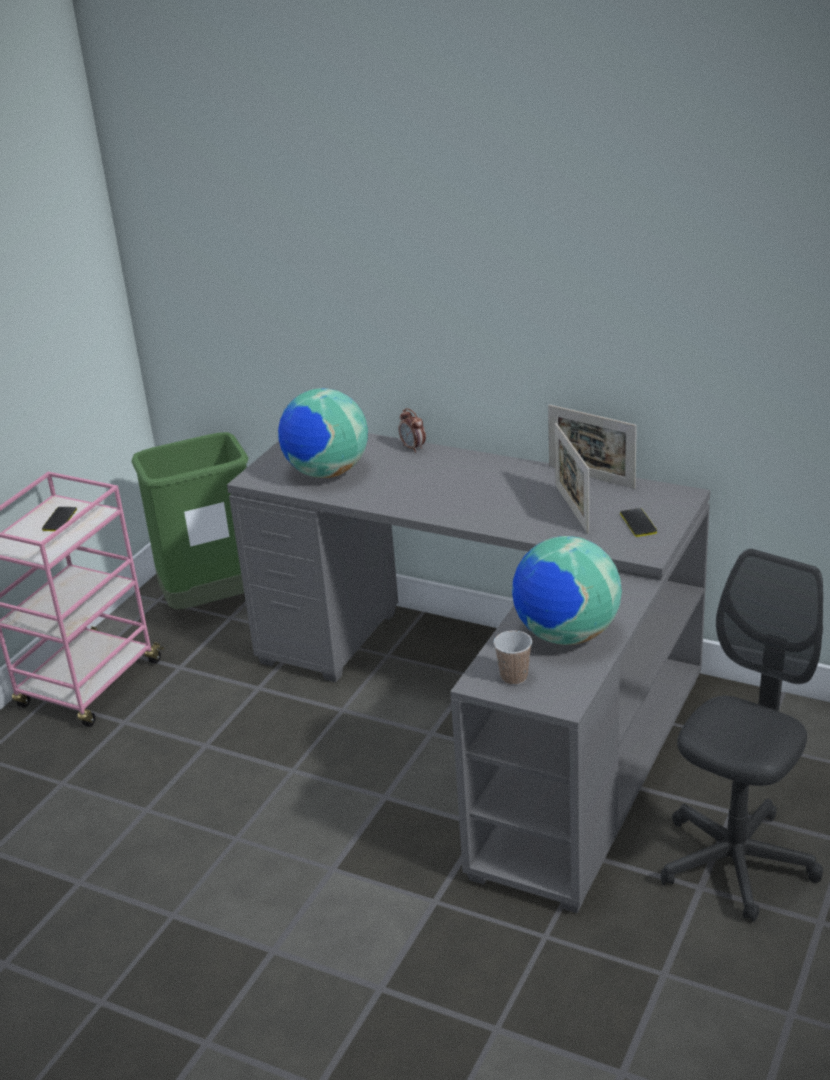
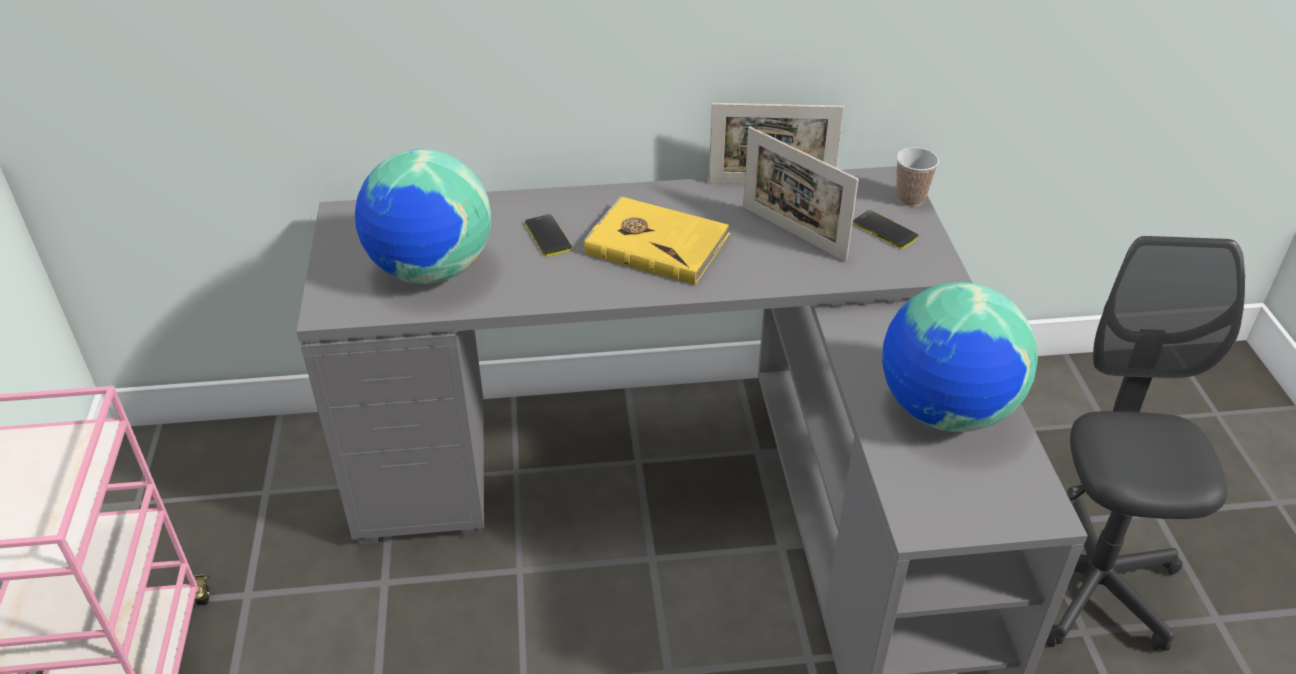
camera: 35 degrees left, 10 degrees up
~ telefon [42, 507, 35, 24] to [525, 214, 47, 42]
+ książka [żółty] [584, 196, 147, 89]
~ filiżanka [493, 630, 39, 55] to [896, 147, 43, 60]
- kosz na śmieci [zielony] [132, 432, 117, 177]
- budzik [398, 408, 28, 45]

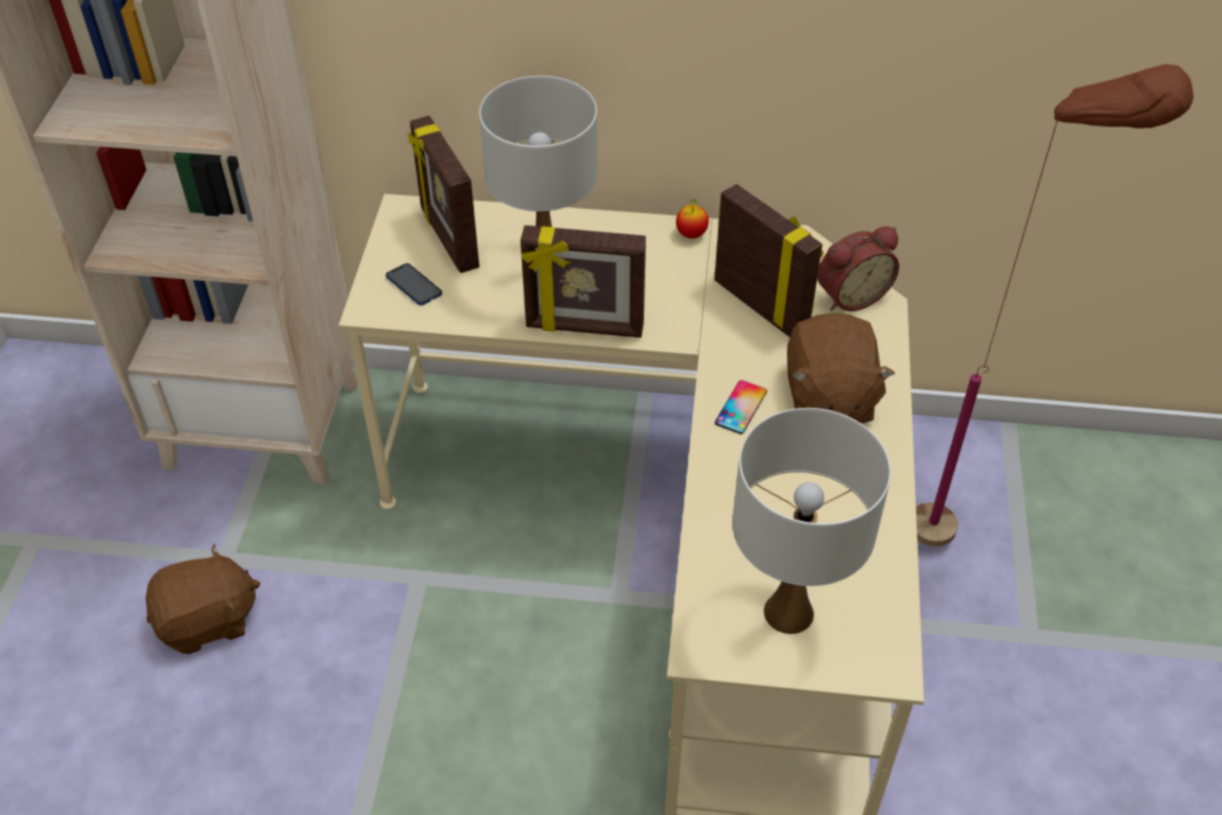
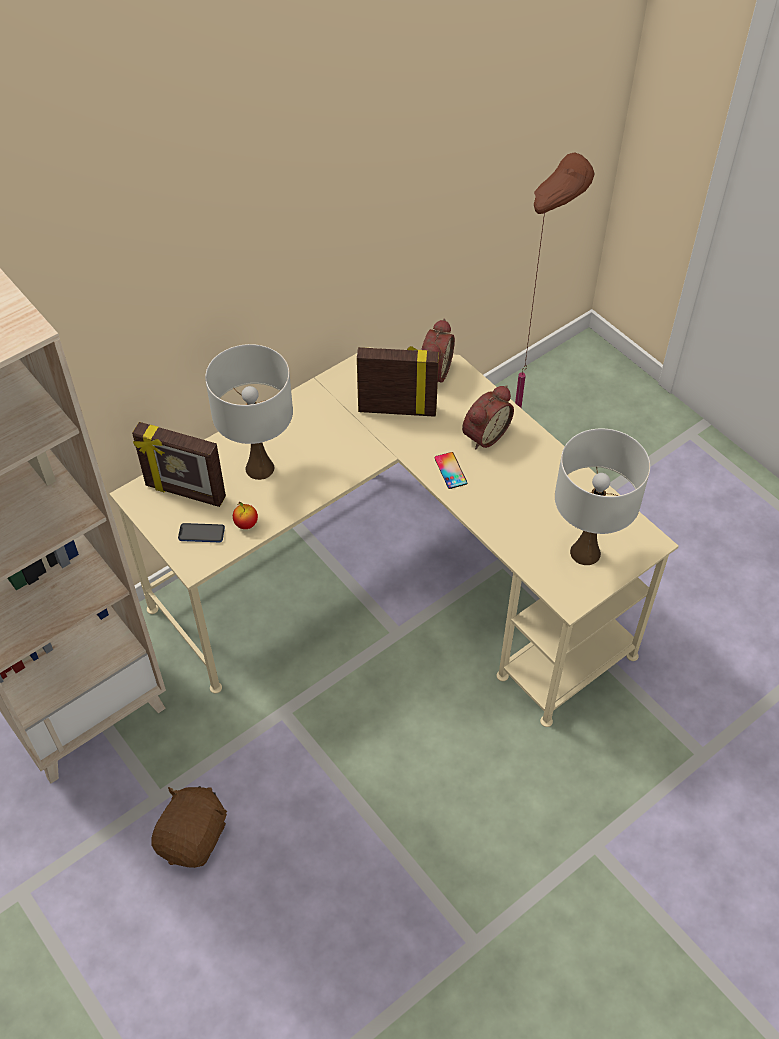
camera: 45 degrees left, 5 degrees up
~ jabłko [676, 199, 33, 39] to [233, 502, 25, 27]
~ pluszak [brązowy] [787, 313, 108, 111] to budzik [462, 385, 52, 65]
- ramka na zdjęcie [520, 225, 126, 113]

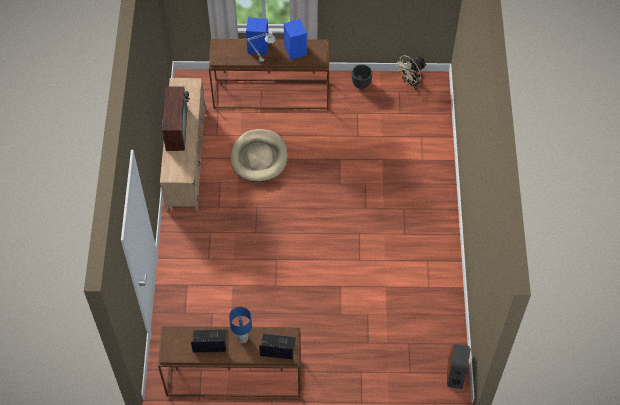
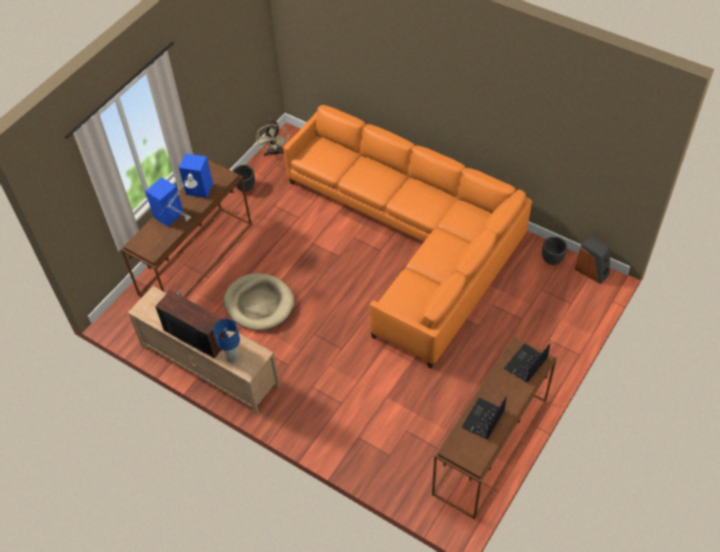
camera: 55 degrees left, 5 degrees down
~ lampa stołowa [niebieski] [229, 307, 23, 36] to [213, 319, 27, 44]
+ kanapa [pomarańczowy] [283, 105, 249, 263]
+ donica [czarny] [542, 237, 25, 28]

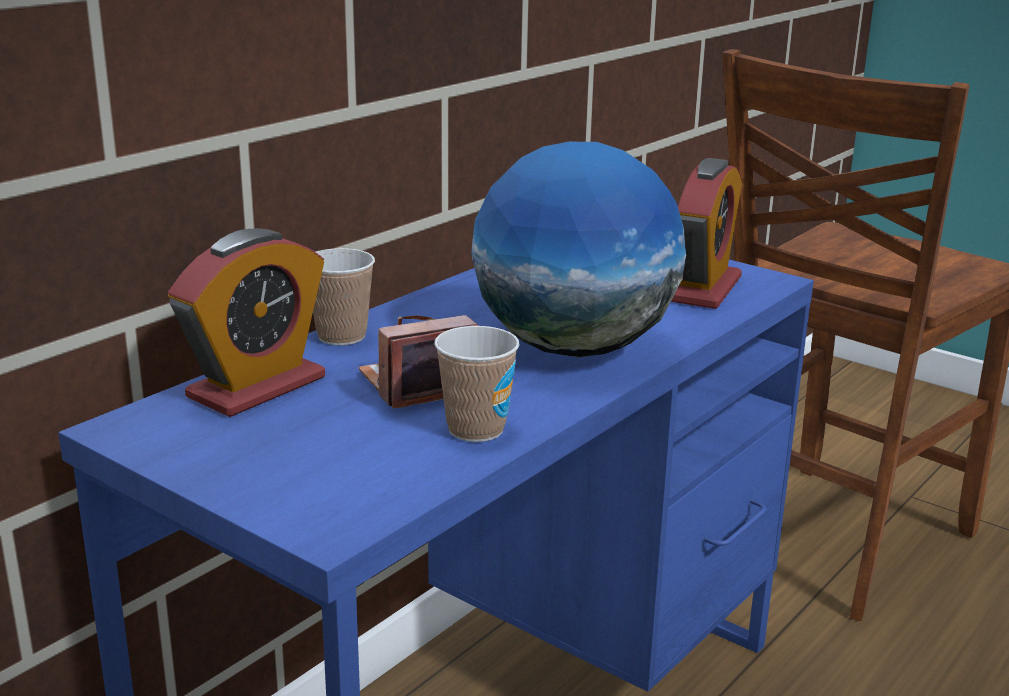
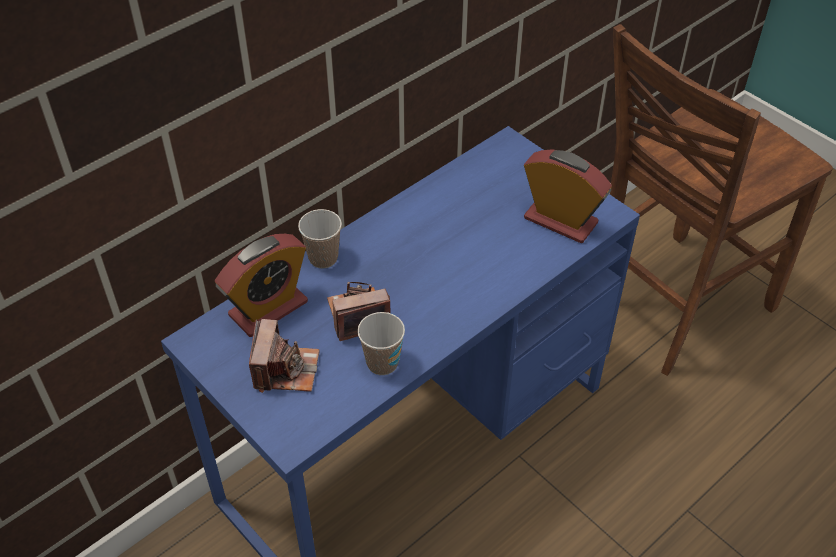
camera: 10 degrees right, 25 degrees up
+ aparat fotograficzny [249, 319, 71, 74]
~ budzik [671, 158, 71, 151] = [524, 149, 88, 94] 90 degrees counterclockwise
- globus [471, 142, 215, 216]

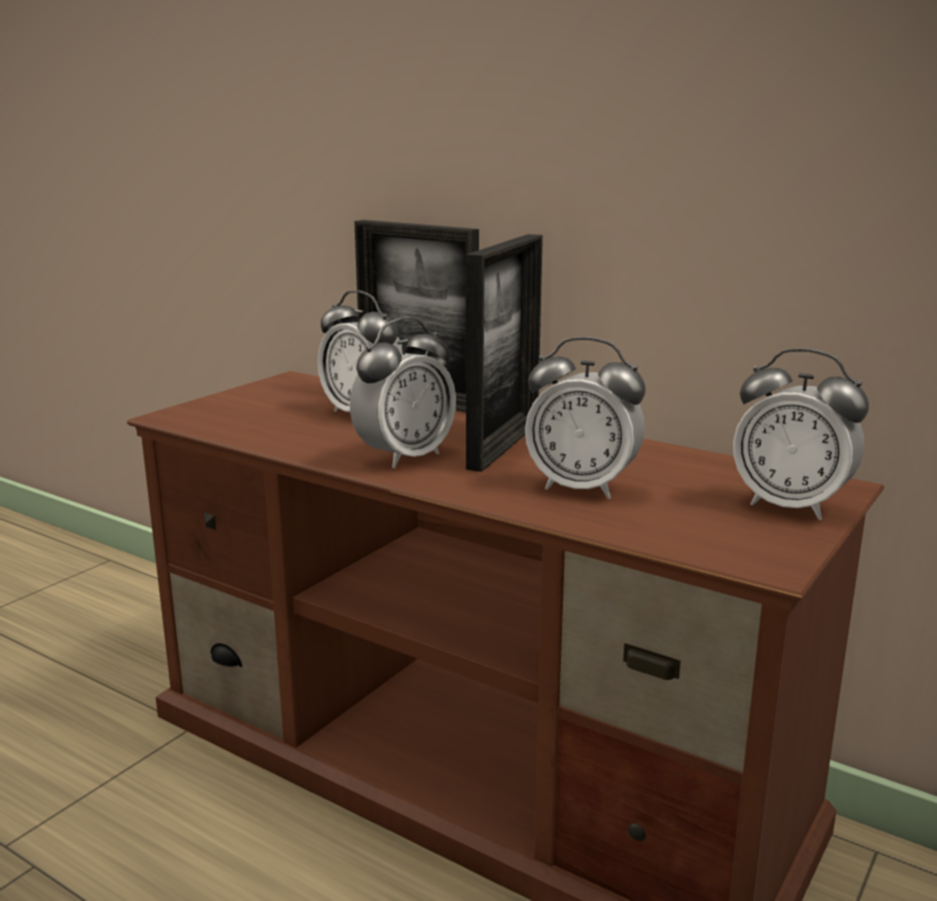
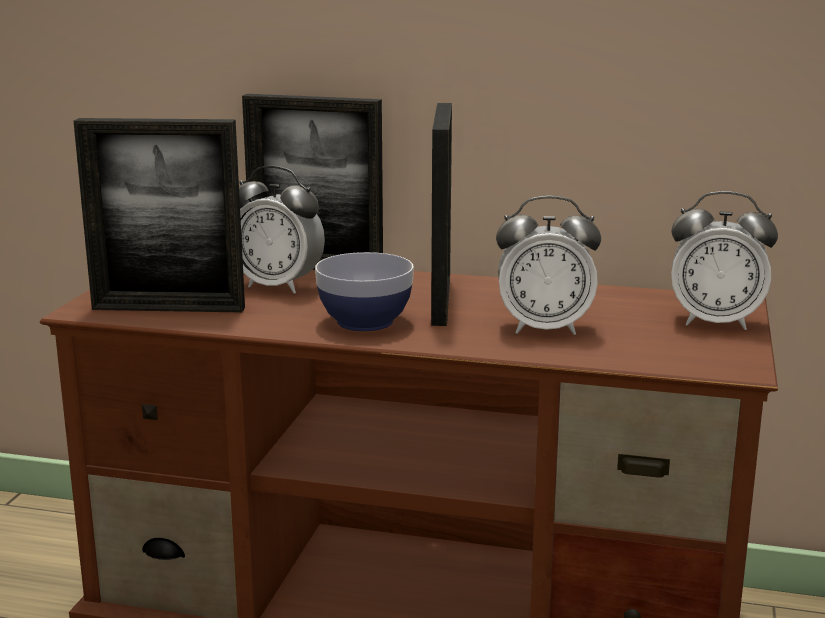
camera: 20 degrees left, 0 degrees up
+ ramka na zdjęcie [74, 118, 171, 195]
~ budzik [350, 317, 106, 152] to miska [315, 252, 99, 79]

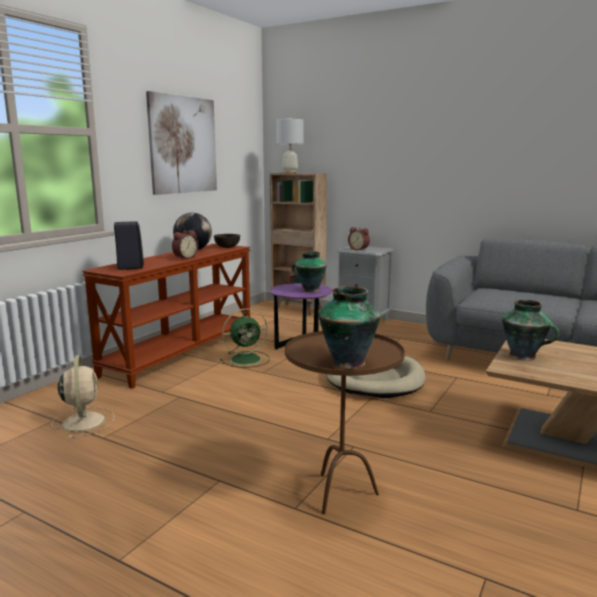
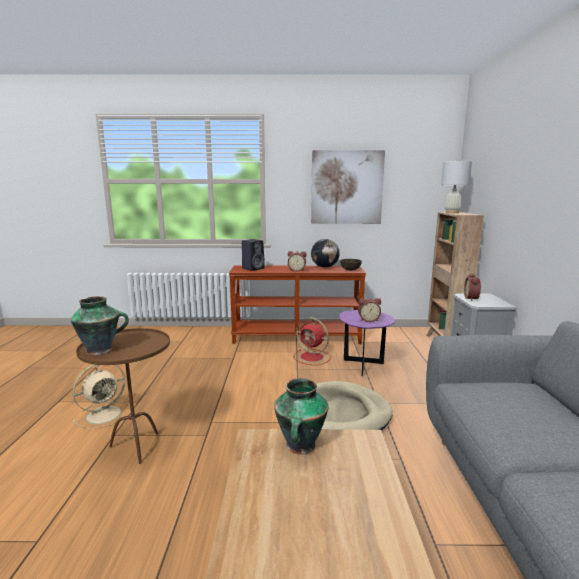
camera: 60 degrees right, 0 degrees up
~ wentylator [beżowy] [51, 355, 63, 83] to [73, 364, 57, 65]
~ wentylator [zielony] [220, 308, 50, 60] to wentylator [czerwony] [294, 317, 37, 48]
~ wazon [292, 251, 35, 41] to budzik [358, 298, 23, 24]

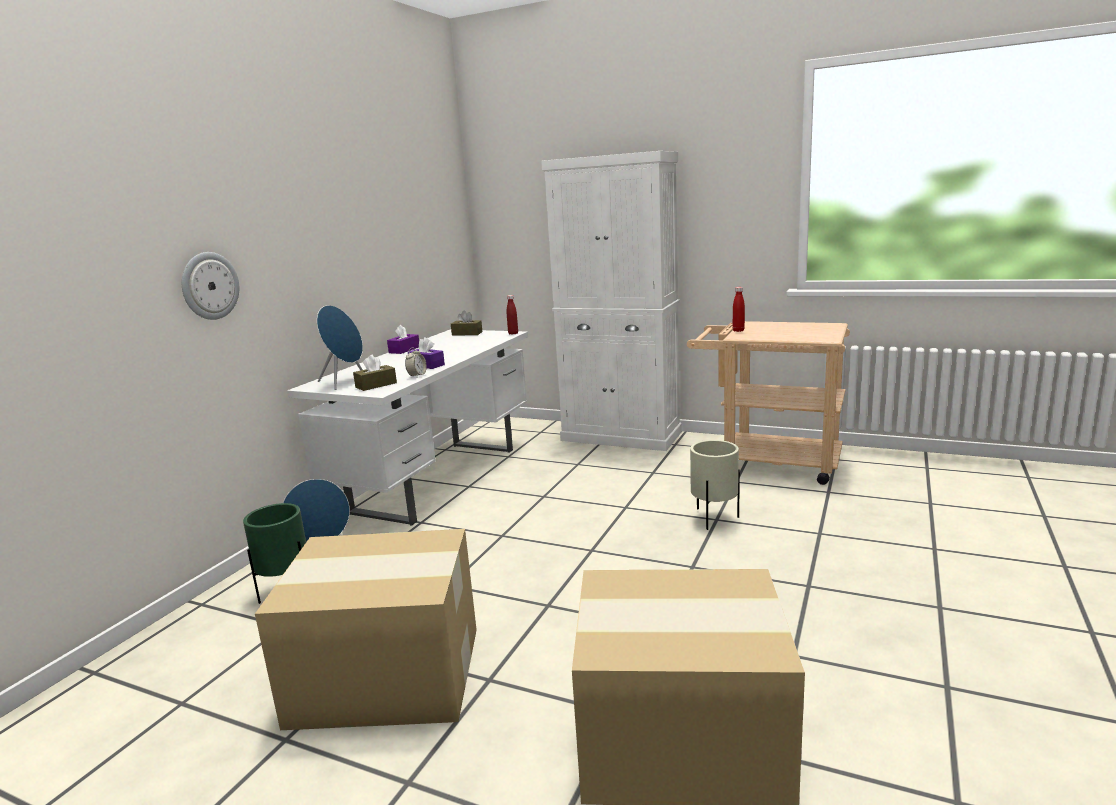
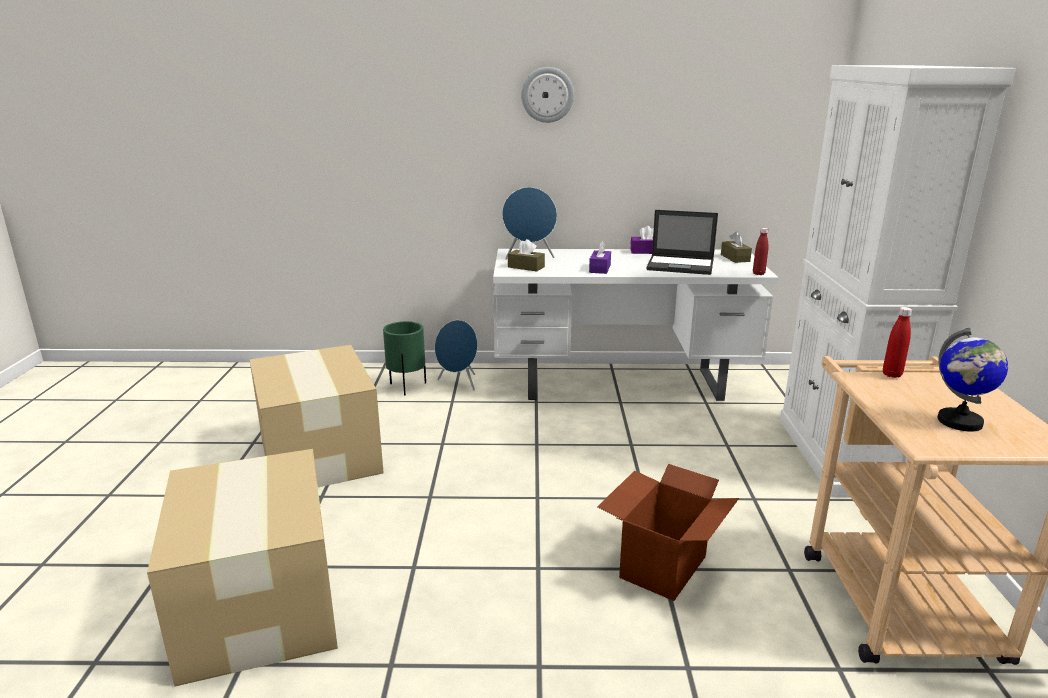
camera: 65 degrees right, 5 degrees up
~ zegar ścienny [182, 252, 57, 68] to [521, 67, 53, 56]
~ donica [beżowy] [690, 440, 50, 90] to karton [597, 464, 142, 137]
+ laptop [646, 210, 72, 65]
+ globus [938, 328, 70, 104]
- budzik [405, 348, 22, 29]

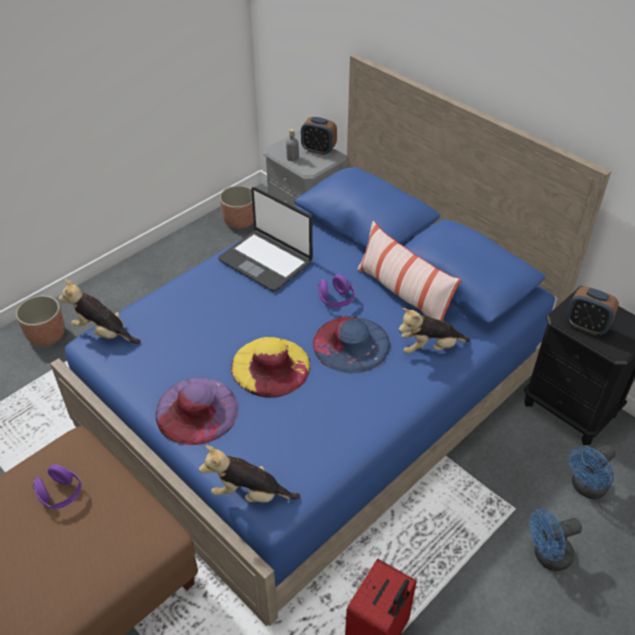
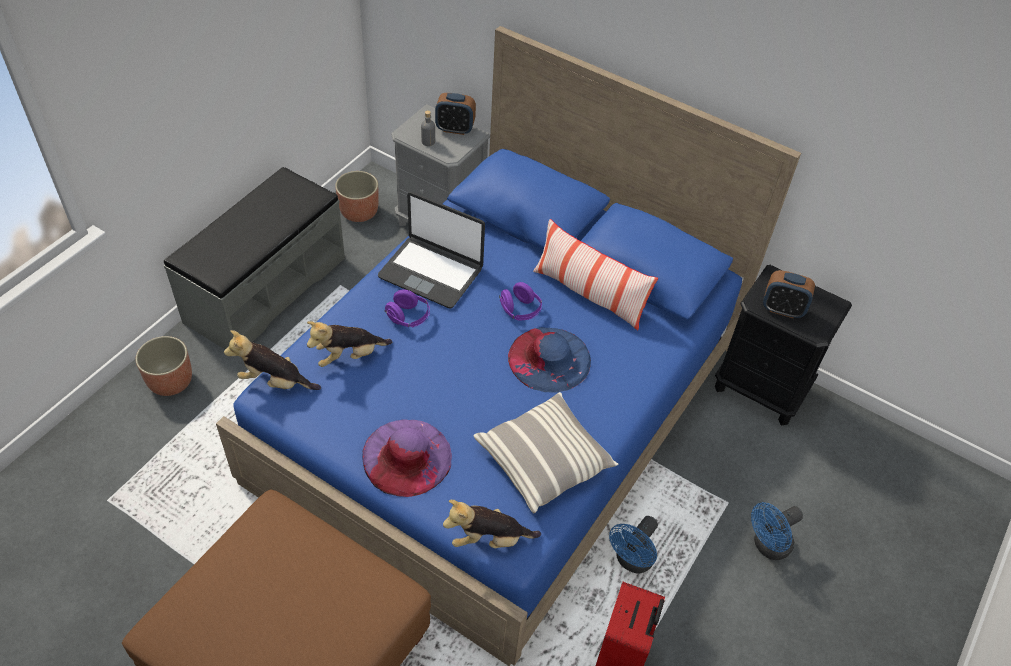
camera: 15 degrees left, 5 degrees up
+ ławka [szary] [164, 167, 181, 190]
~ pluszak [399, 308, 71, 46] to [307, 321, 85, 46]
~ słuchawki [fioletowy] [33, 464, 48, 45] to [384, 289, 46, 38]
+ poduszka [474, 392, 144, 121]
~ wentylator [niebieski] [569, 445, 47, 54] to [609, 516, 49, 57]
- kapelusz [żółty] [231, 337, 79, 61]

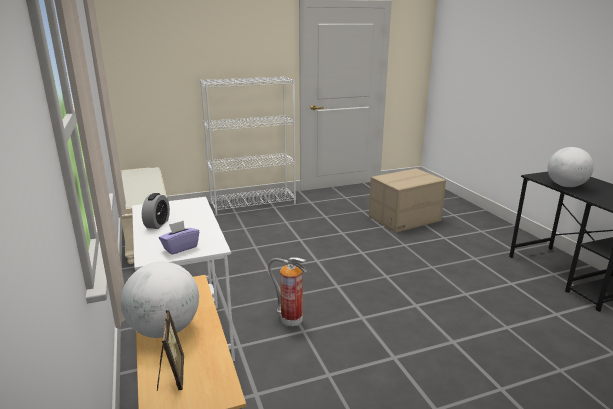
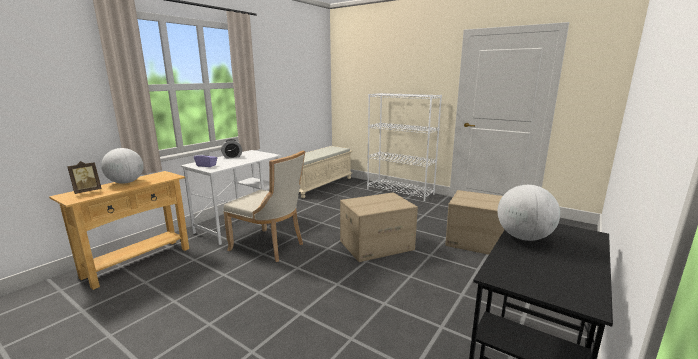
camera: 55 degrees right, 5 degrees down
~ gaśnica [268, 257, 39, 69] to krzesło [beżowy] [224, 151, 81, 111]
+ karton [340, 192, 78, 70]

